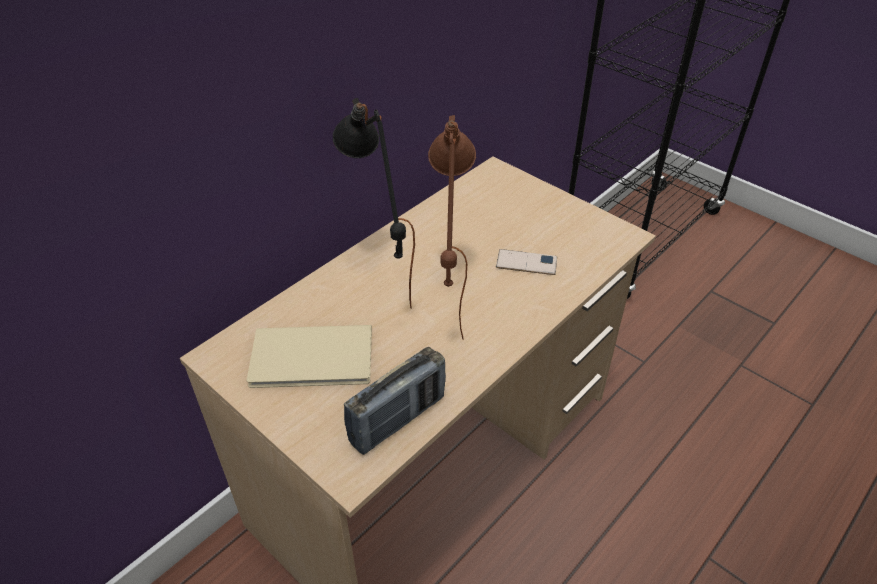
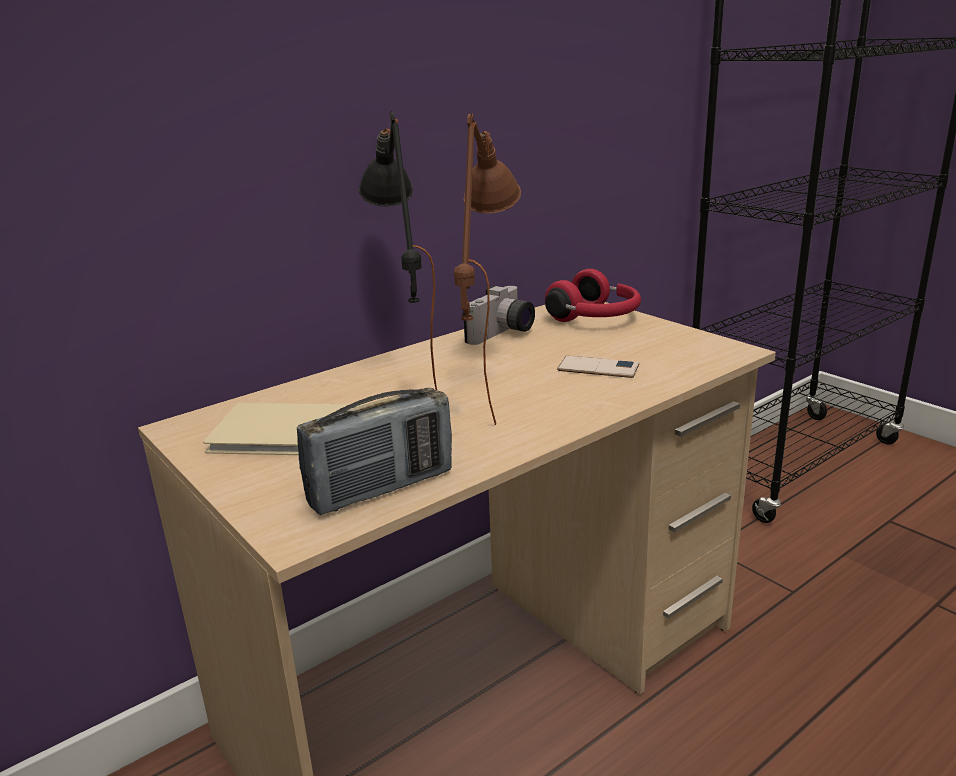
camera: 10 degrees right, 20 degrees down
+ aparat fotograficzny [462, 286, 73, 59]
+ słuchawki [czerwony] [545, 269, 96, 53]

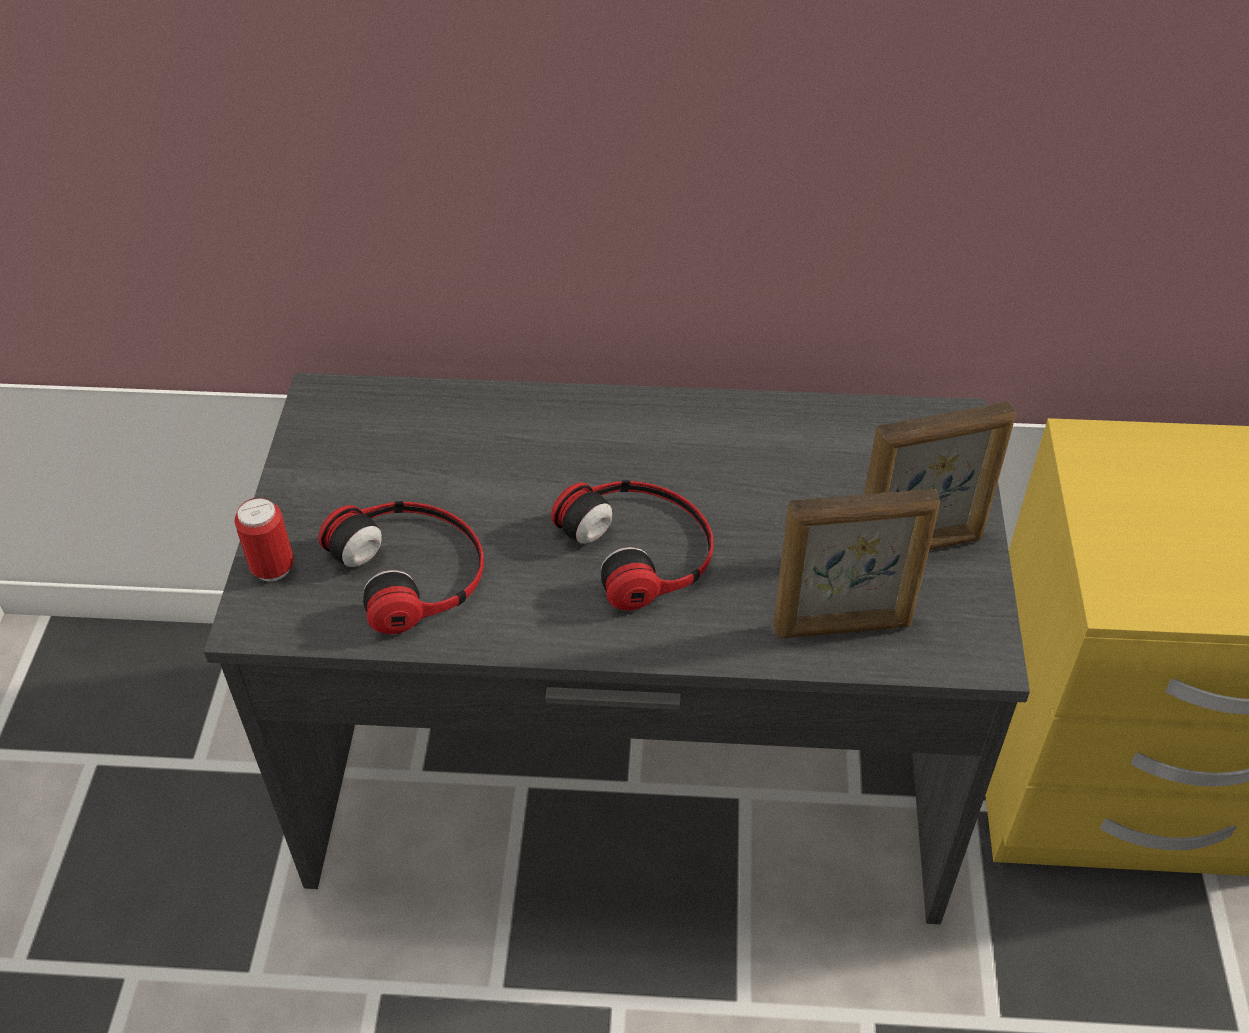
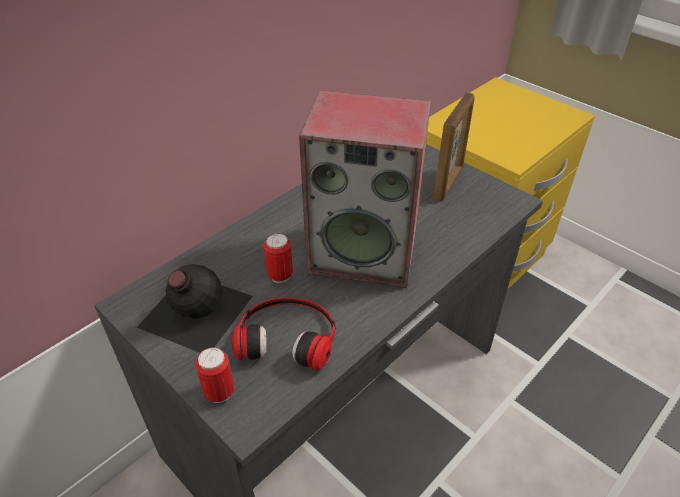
camera: 50 degrees left, 5 degrees down
+ butelka [czarny] [137, 264, 116, 89]
+ puszka [264, 233, 29, 50]
~ słuchawki [551, 480, 162, 130] to głośnik [299, 90, 132, 198]
- ramka na zdjęcie [774, 489, 166, 149]

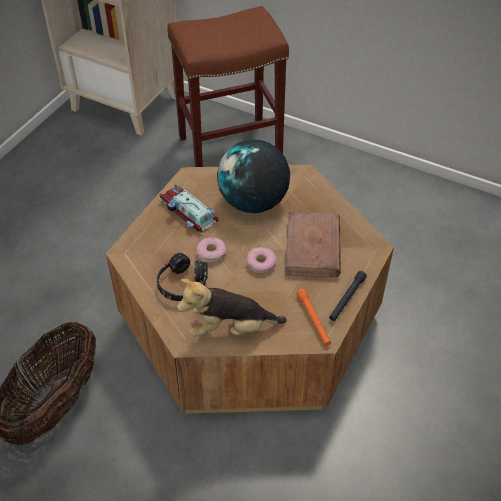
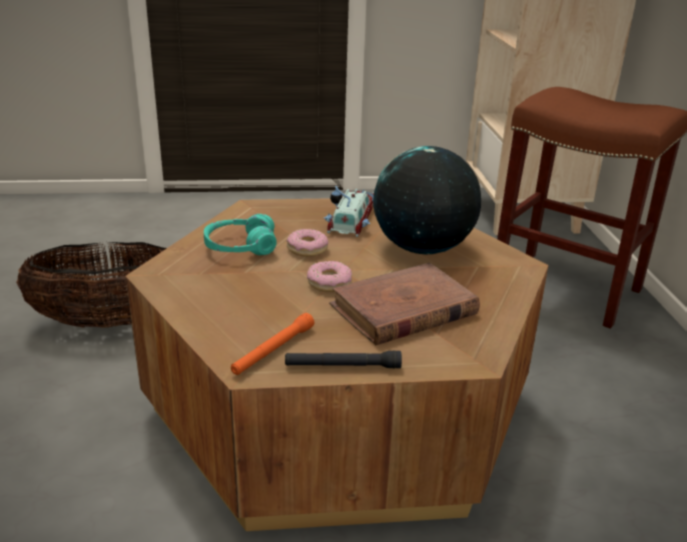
camera: 55 degrees right, 20 degrees down
~ słuchawki [czarny] [157, 253, 51, 48] to słuchawki [turkusowy] [204, 214, 73, 41]
- pluszak [177, 279, 110, 57]

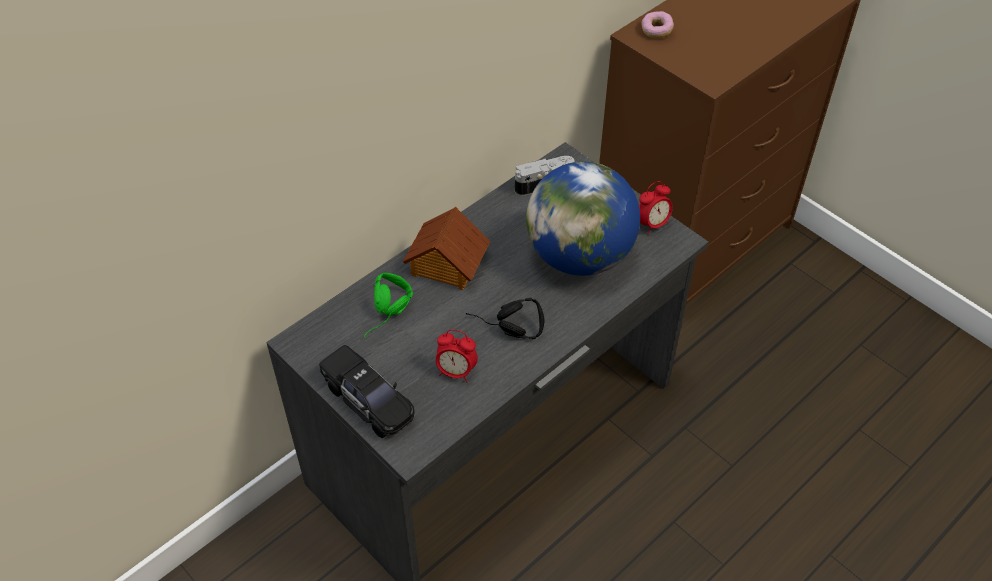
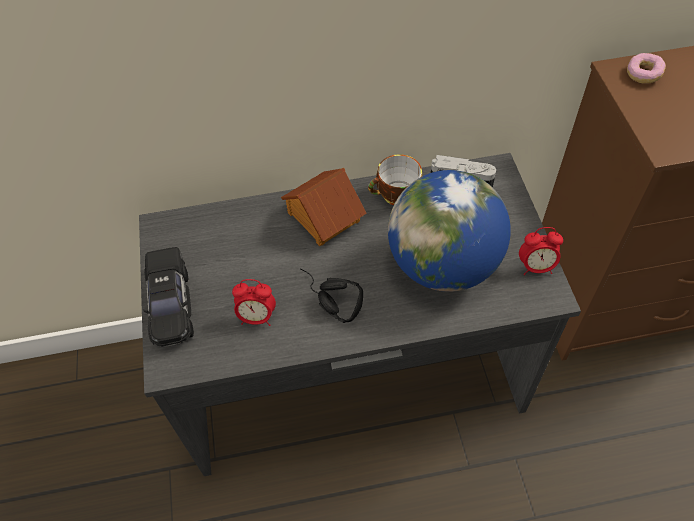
camera: 35 degrees right, 5 degrees up
~ budzik [436, 329, 42, 53] = [232, 279, 44, 47] 45 degrees counterclockwise
+ filiżanka [368, 154, 54, 51]
- słuchawki [zielony] [364, 273, 49, 65]

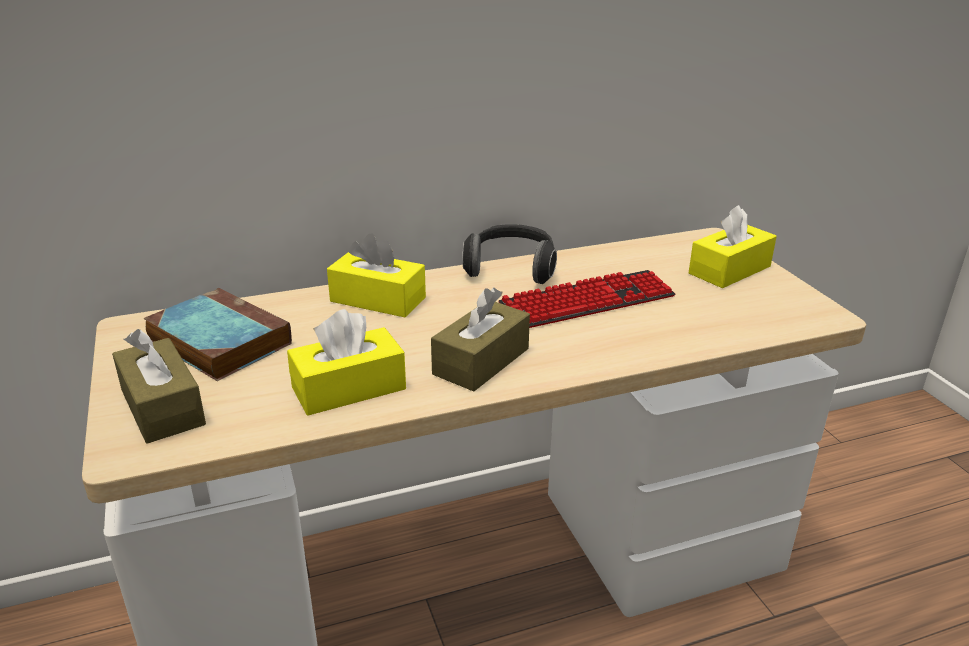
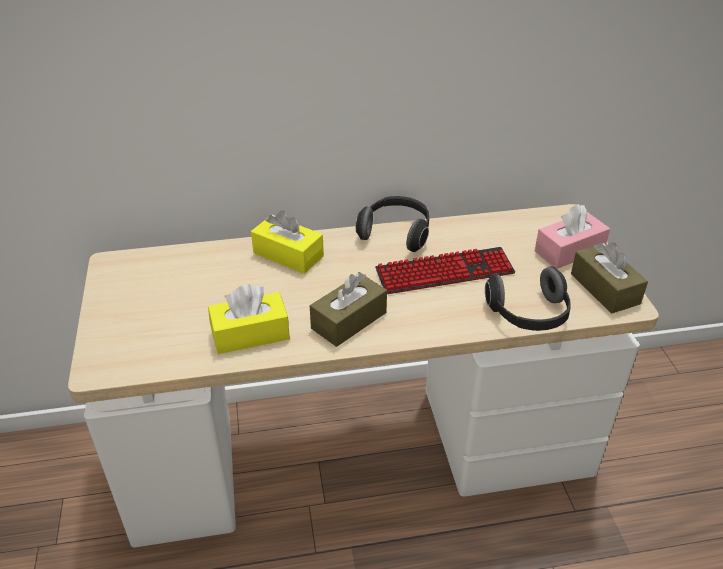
camera: 10 degrees right, 10 degrees up
+ słuchawki [485, 266, 86, 65]
~ pudełko chusteczek [żółty] [689, 205, 88, 83] to pudełko chusteczek [różowy] [535, 204, 75, 65]
~ pudełko chusteczek [brązowy] [112, 329, 94, 115] to [571, 242, 77, 72]
- książka [143, 288, 149, 93]

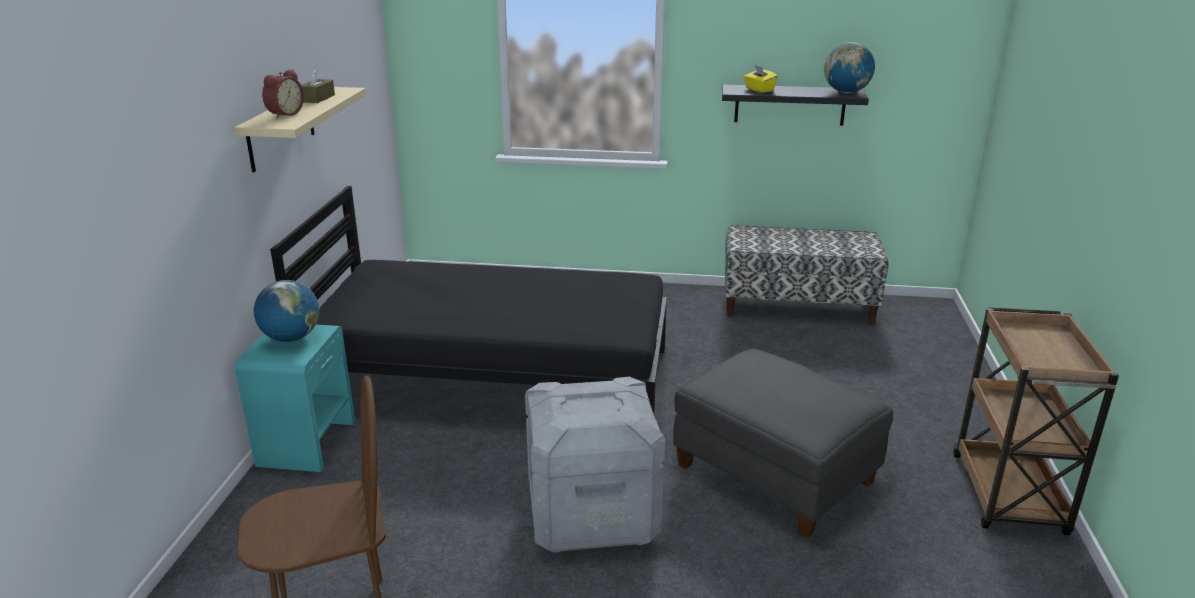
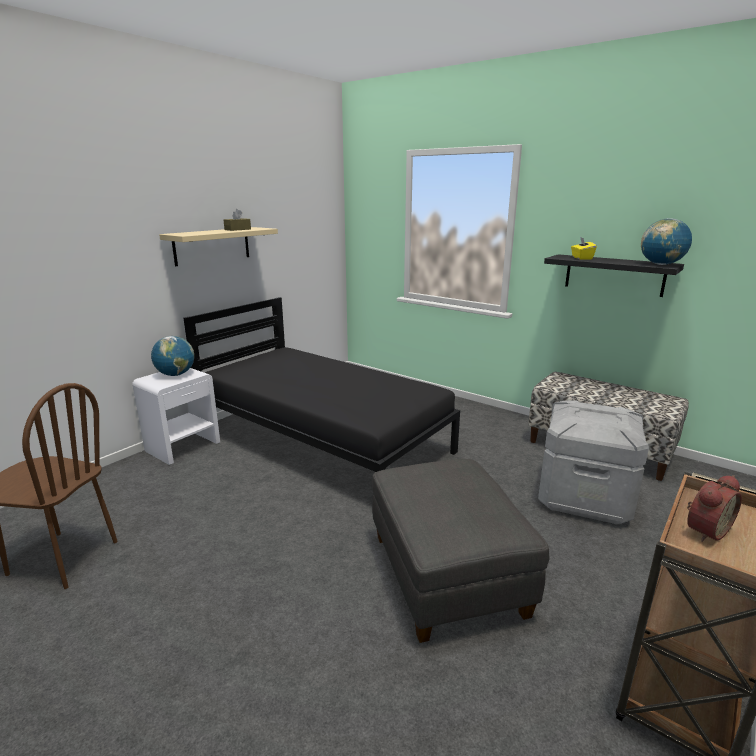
camera: 30 degrees right, 5 degrees down
~ szafka nocna [turkusowy] [235, 325, 120, 147] to szafka nocna [biały] [132, 368, 88, 97]
~ pojemnik do przechowywania [szary] [525, 377, 140, 176] to [538, 400, 111, 124]
~ budzik [262, 69, 42, 49] to [687, 475, 55, 67]

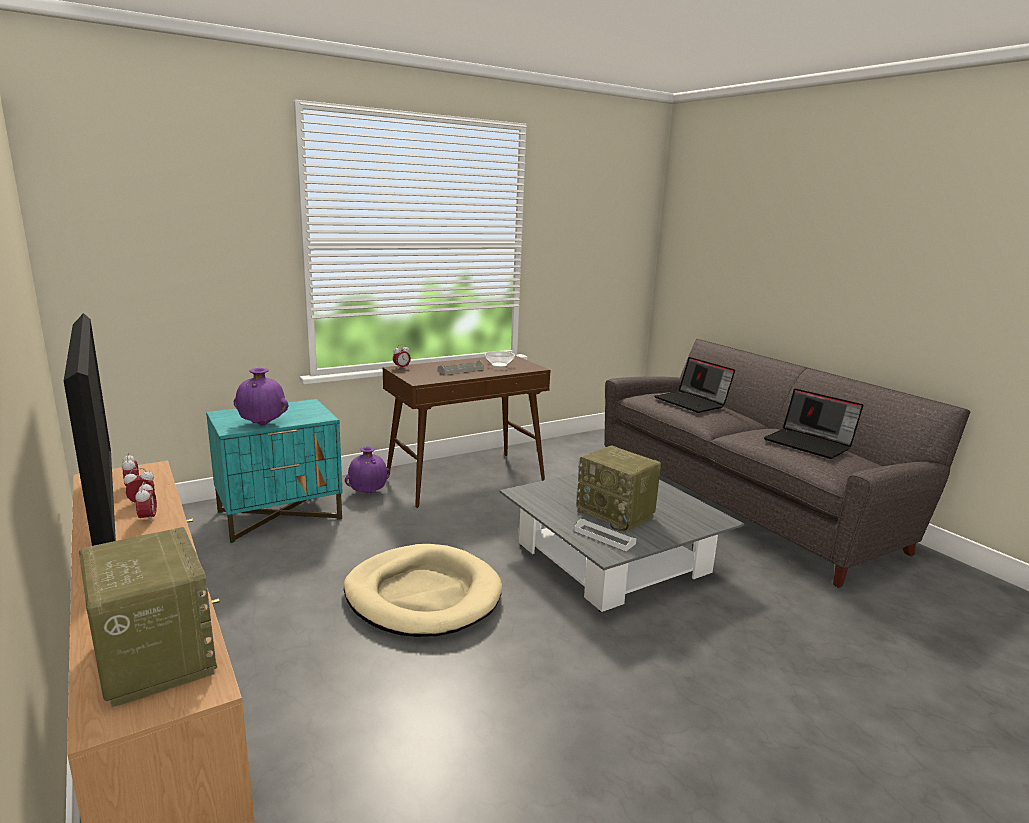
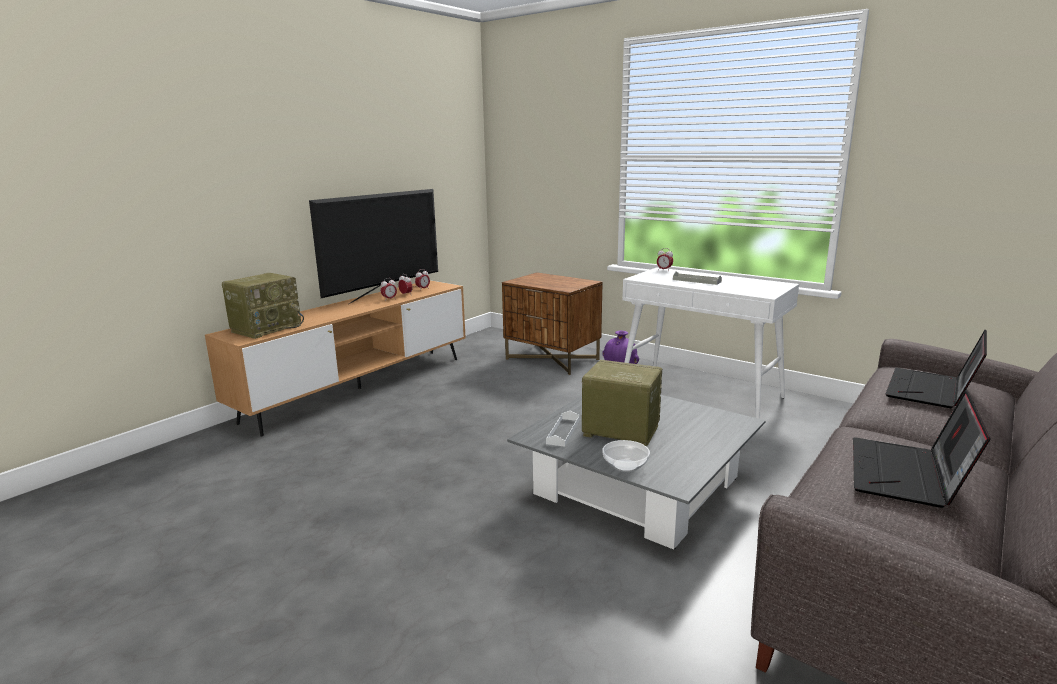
camera: 70 degrees right, 0 degrees up
~ szafka nocna [turkusowy] [206, 399, 137, 145] to szafka nocna [brązowy] [502, 272, 101, 103]
~ radio [576, 445, 85, 87] = [582, 360, 80, 87] 90 degrees clockwise
~ miska [485, 351, 30, 16] to [603, 440, 47, 32]
~ stolik konsolowy [brązowy] [383, 355, 167, 153] to stolik konsolowy [biały] [622, 267, 177, 152]
- wazon [fioletowy] [234, 368, 55, 58]
- legowisko [beżowy] [344, 544, 158, 93]

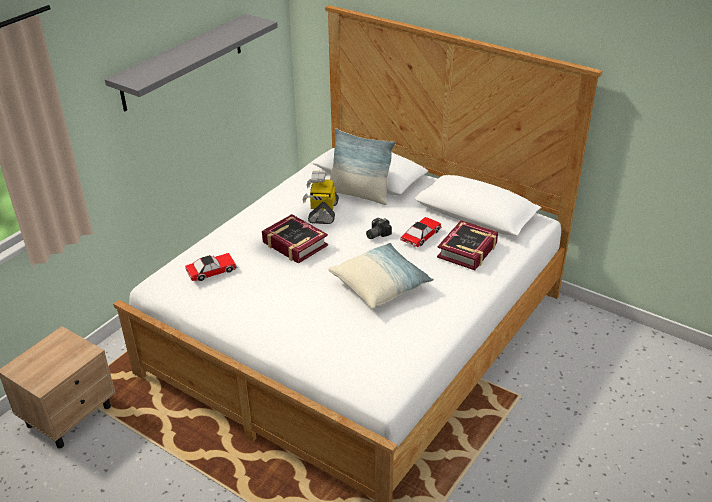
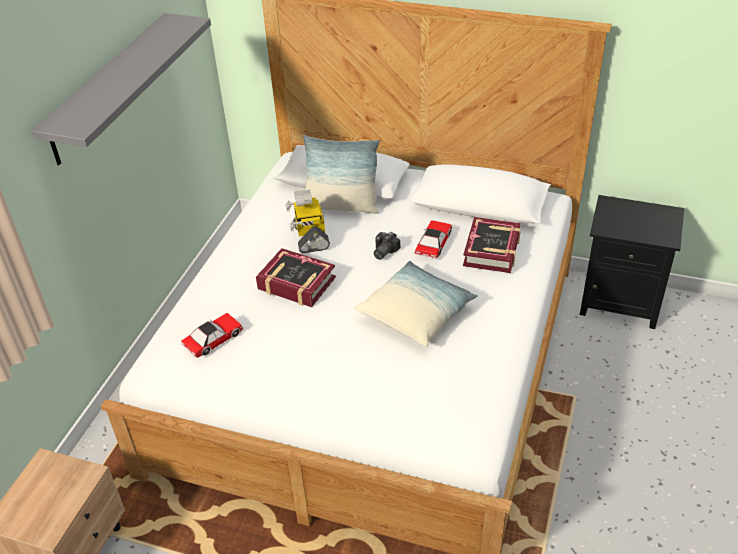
camera: 15 degrees left, 5 degrees up
+ szafka nocna [czarny] [580, 195, 104, 134]

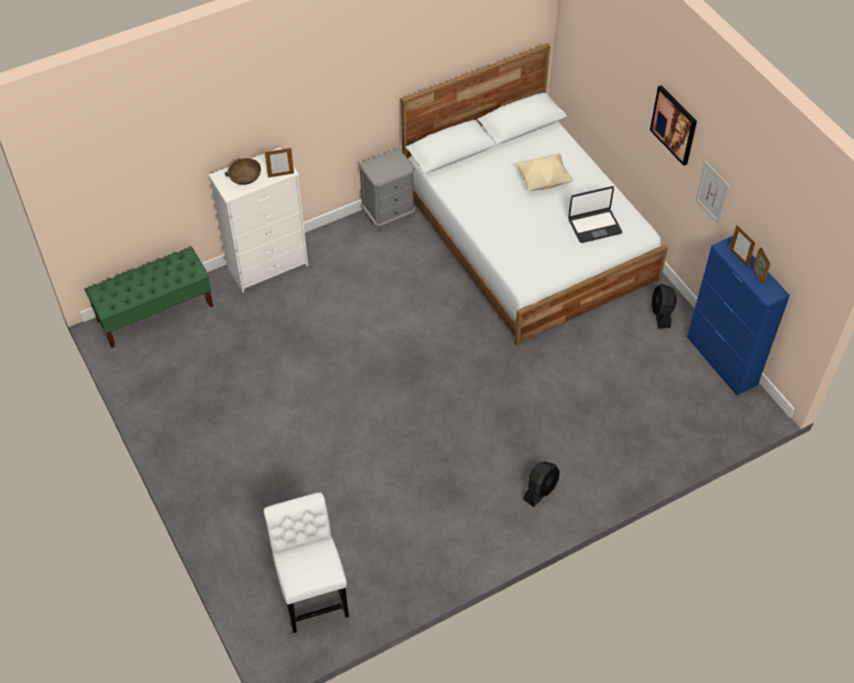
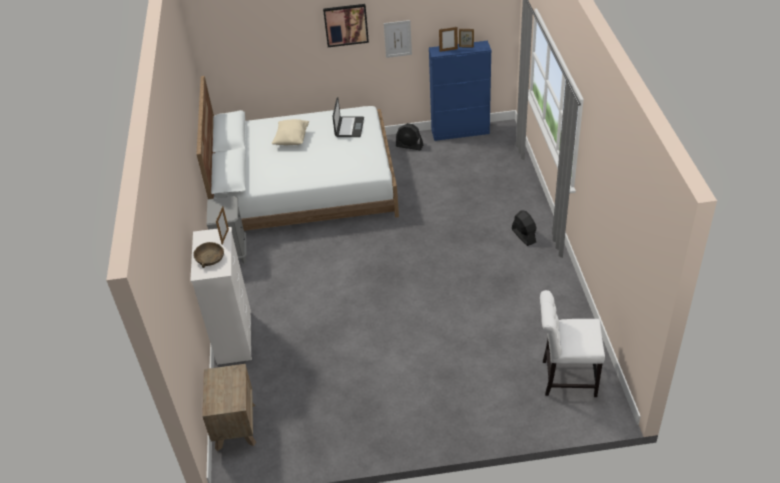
camera: 65 degrees left, 10 degrees down
~ ławka [zielony] [85, 247, 128, 101] to szafka nocna [brązowy] [202, 364, 54, 87]

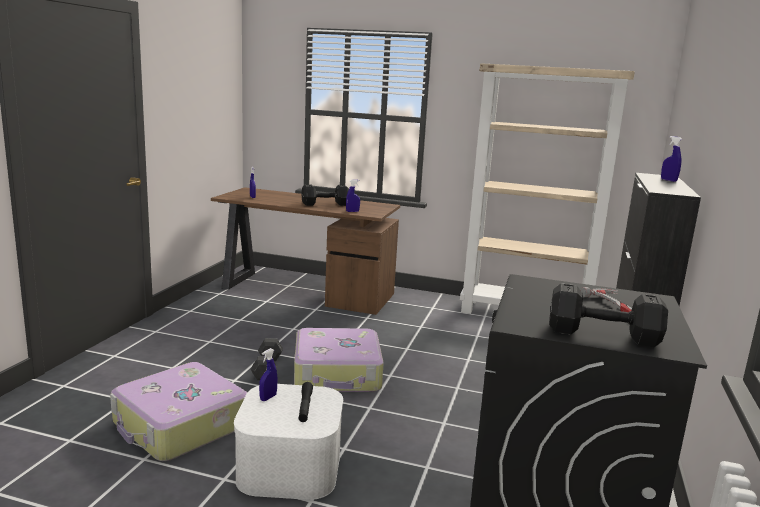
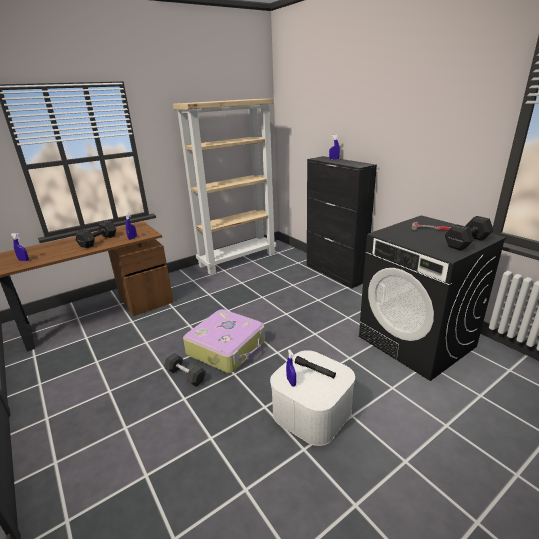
camera: 50 degrees left, 10 degrees up
- walizka [110, 362, 137, 99]

